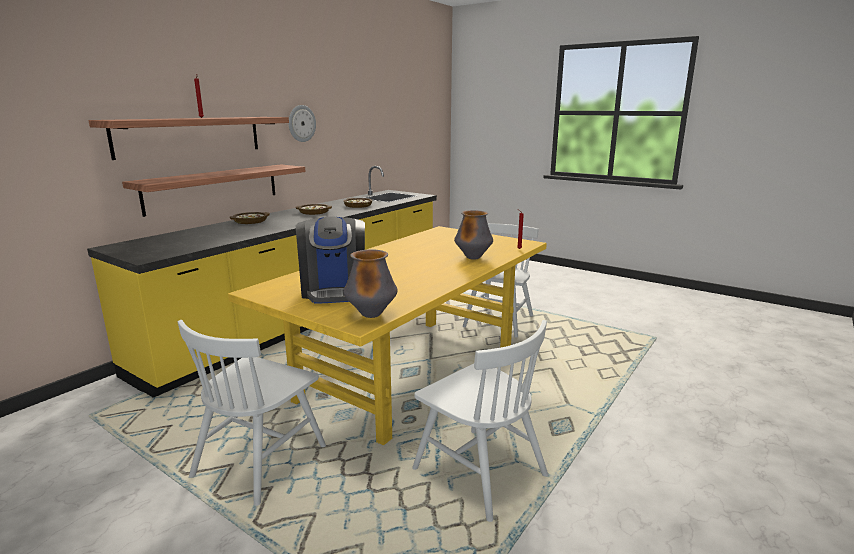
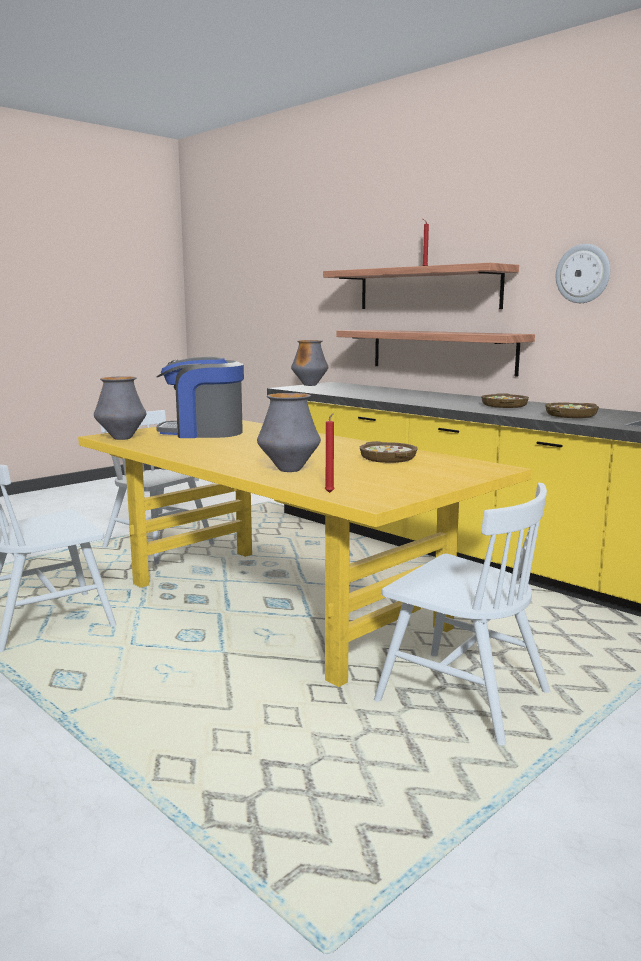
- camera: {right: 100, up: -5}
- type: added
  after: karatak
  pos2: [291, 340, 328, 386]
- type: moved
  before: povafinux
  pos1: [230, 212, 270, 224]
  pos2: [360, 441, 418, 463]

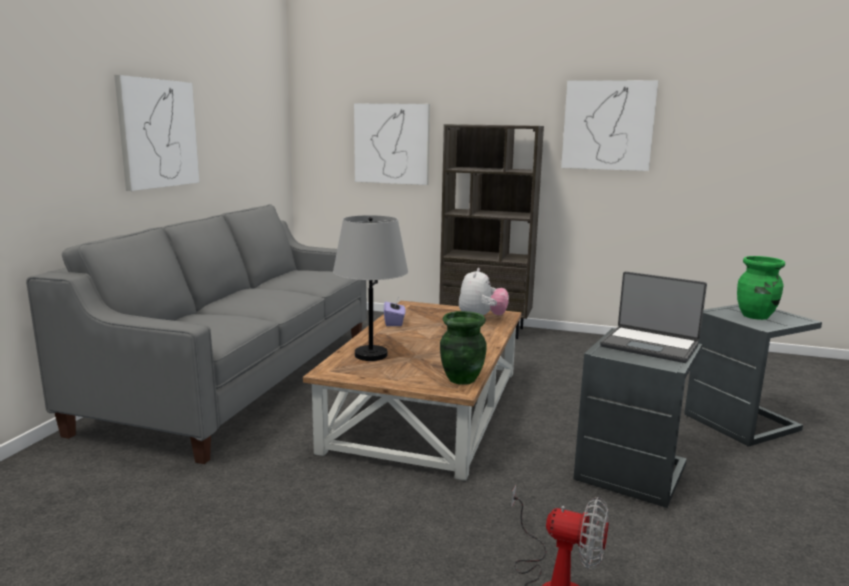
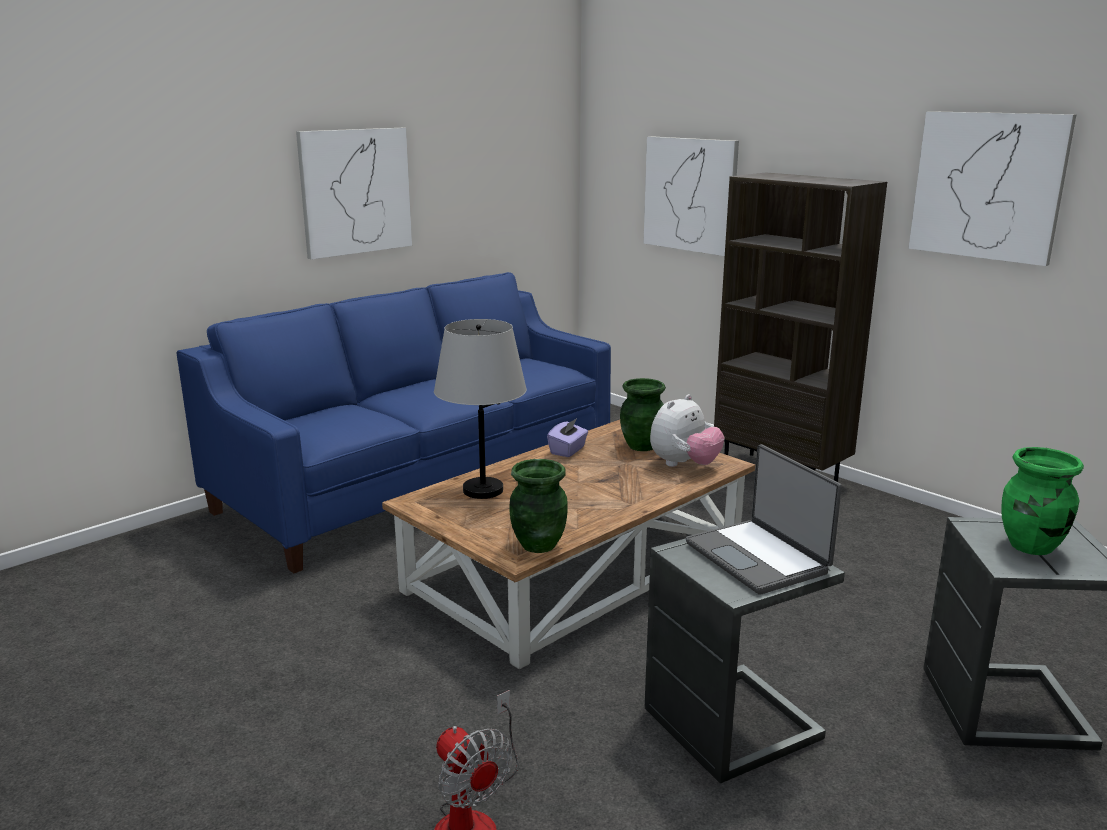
- camera: {right: 30, up: 5}
- type: added
  after: green_karatak
  pos2: [620, 378, 666, 451]
- type: recoloured
  before: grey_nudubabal
  after: blue_nudubabal
  pos1: [26, 204, 367, 464]
  pos2: [177, 272, 611, 573]

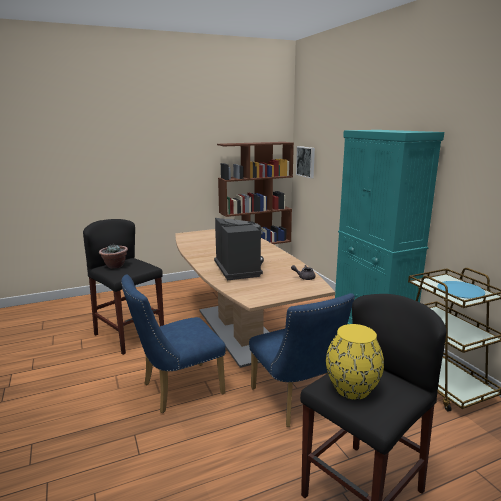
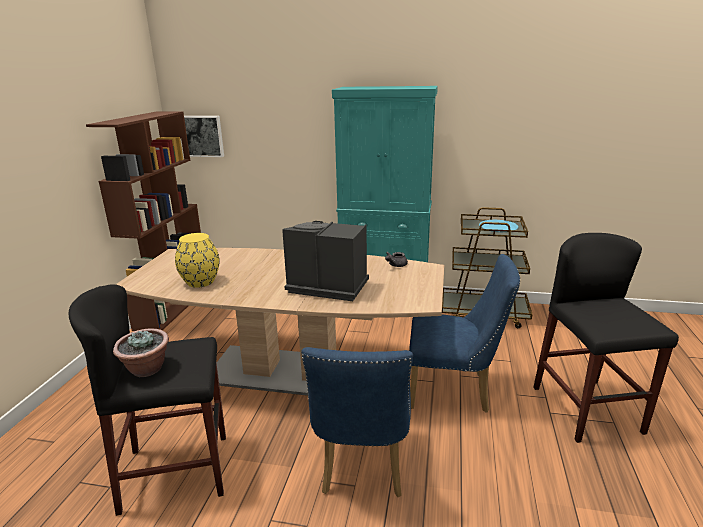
- camera: {right: -55, up: 5}
- type: moved
  before: yellow_karatak
  pos1: [326, 324, 384, 400]
  pos2: [175, 233, 220, 288]

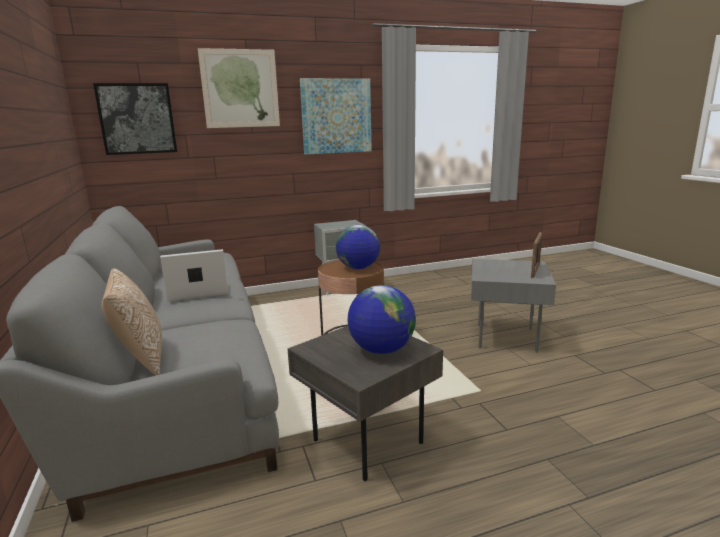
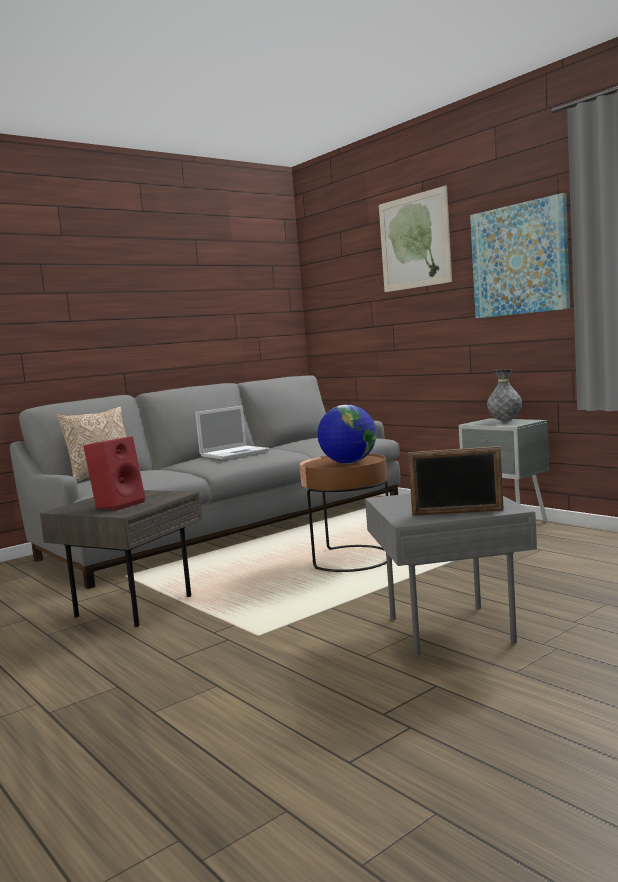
- camera: {right: 70, up: -10}
- type: removed
  before: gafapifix
  pos1: [93, 83, 177, 155]
- type: added
  after: grey_karatak
  pos2: [487, 369, 522, 421]
- type: replaced
  before: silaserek
  after: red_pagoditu
  pos1: [347, 285, 416, 354]
  pos2: [83, 436, 145, 511]
- type: turned
  before: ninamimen
  pos1: [160, 249, 228, 302]
  pos2: [195, 406, 270, 459]
  turn: 90

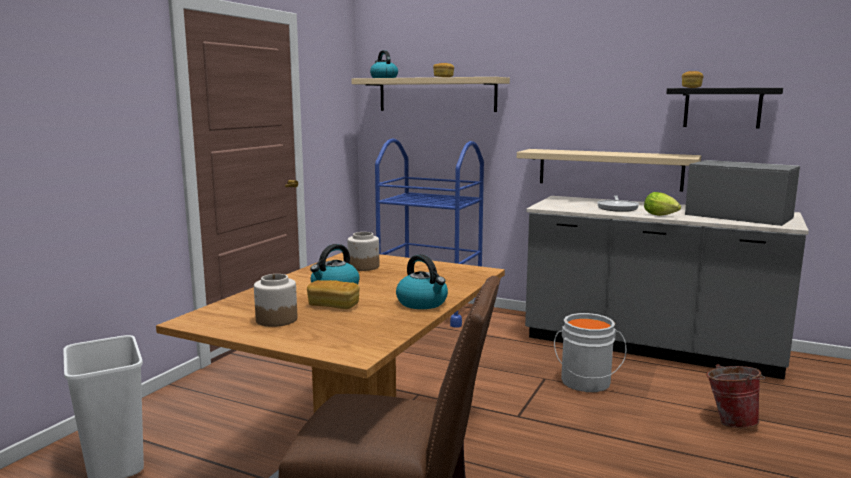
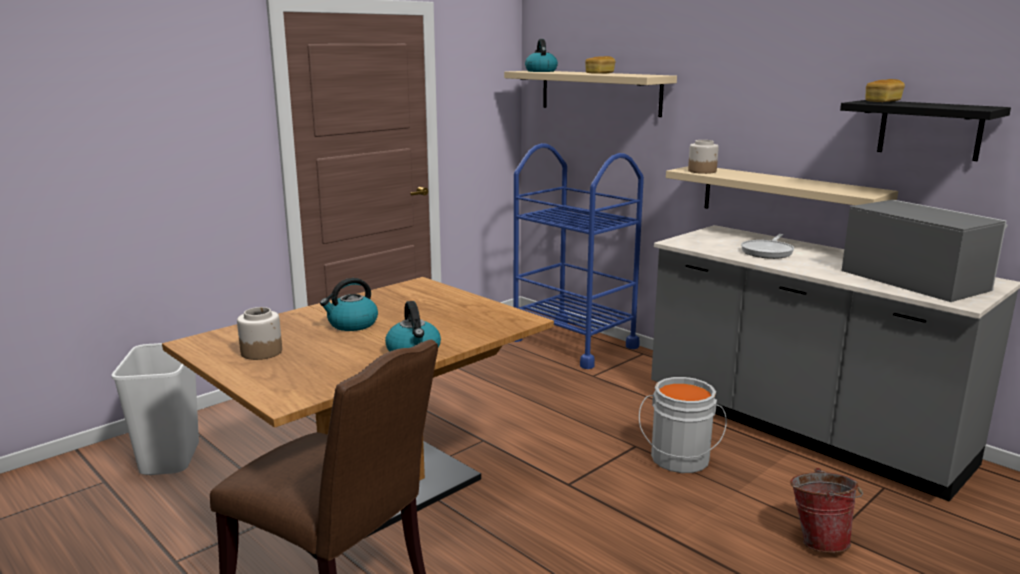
- camera: {right: 20, up: 5}
- type: removed
  before: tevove
  pos1: [307, 280, 360, 309]
- type: removed
  before: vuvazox
  pos1: [644, 192, 681, 216]
- type: moved
  before: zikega
  pos1: [347, 232, 379, 271]
  pos2: [688, 140, 719, 174]

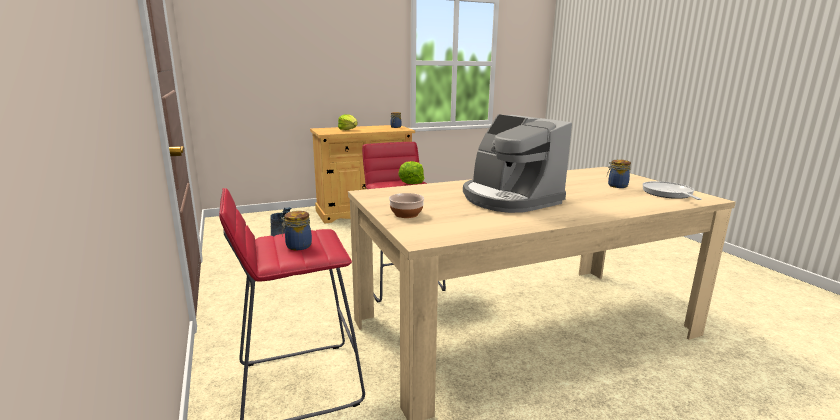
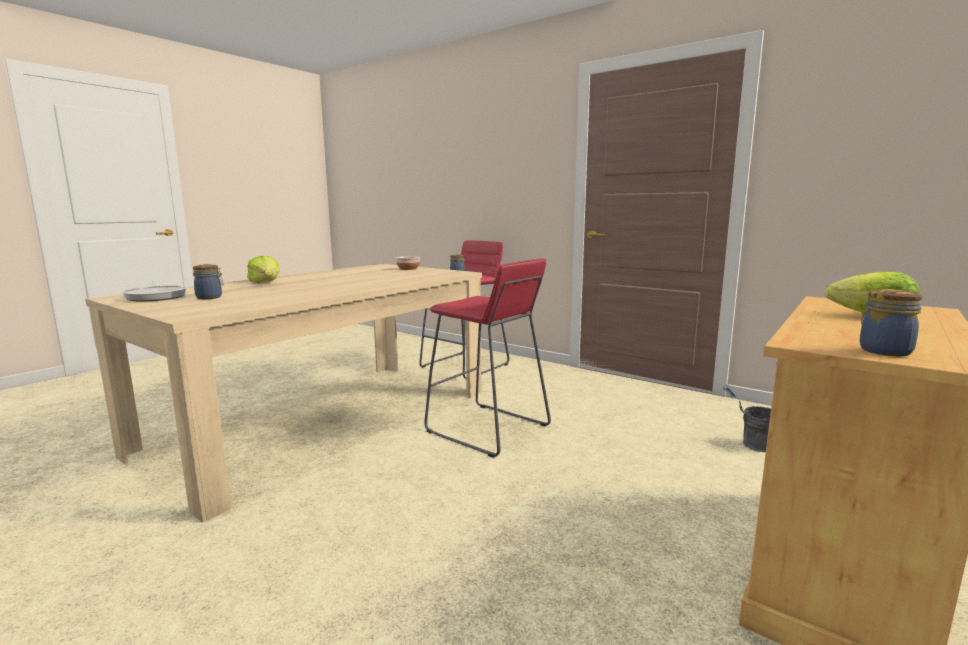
- camera: {right: 150, up: -5}
- type: removed
  before: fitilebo
  pos1: [463, 114, 572, 213]
- type: moved
  before: vuvazox
  pos1: [398, 161, 425, 184]
  pos2: [247, 256, 280, 283]

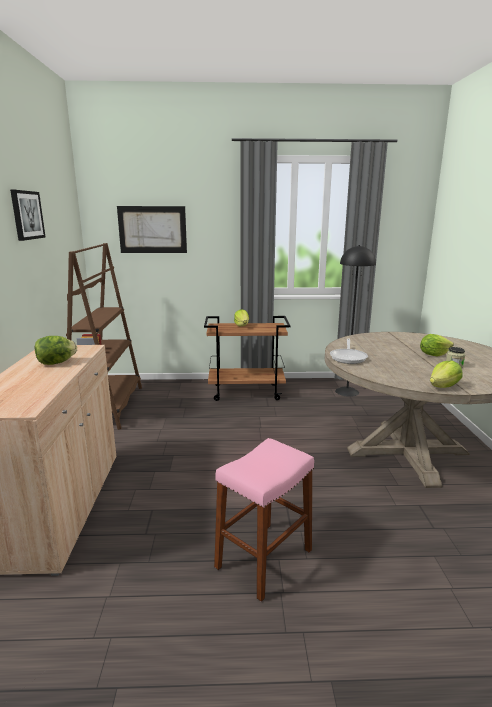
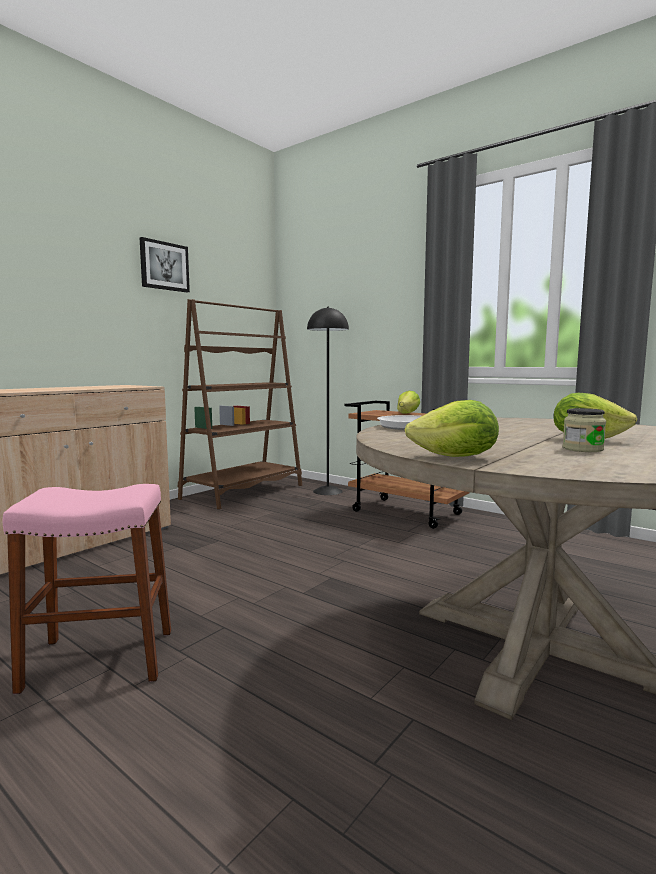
- camera: {right: 40, up: -10}
- type: removed
  before: vuvazox
  pos1: [35, 336, 77, 365]
- type: removed
  before: gafapifix
  pos1: [117, 206, 187, 253]
- type: moved
  before: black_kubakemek
  pos1: [335, 245, 376, 397]
  pos2: [307, 307, 349, 495]

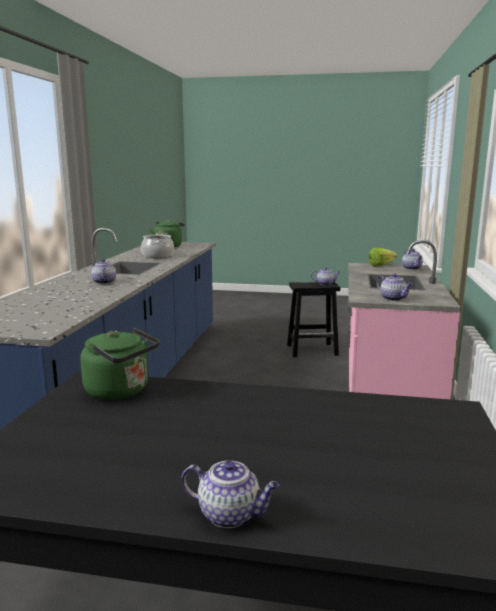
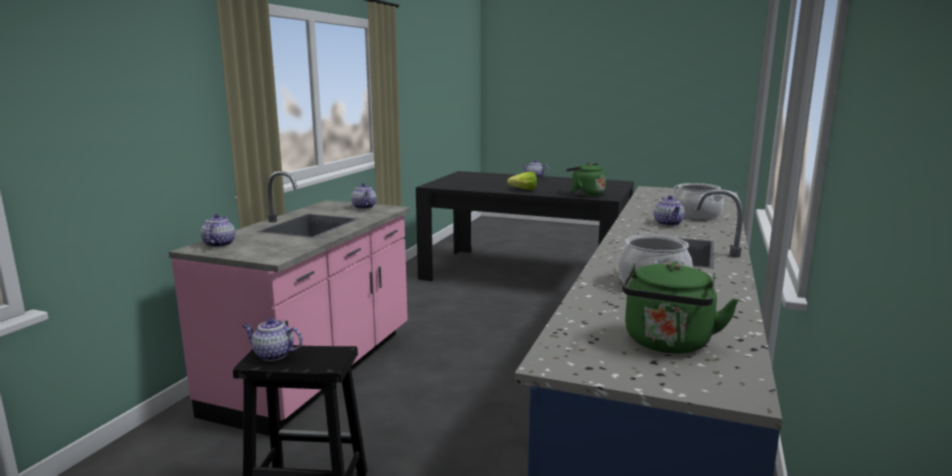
- camera: {right: -170, up: 0}
- type: added
  after: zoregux
  pos2: [673, 183, 725, 220]
- type: moved
  before: vuvazox
  pos1: [369, 248, 397, 266]
  pos2: [507, 171, 537, 190]

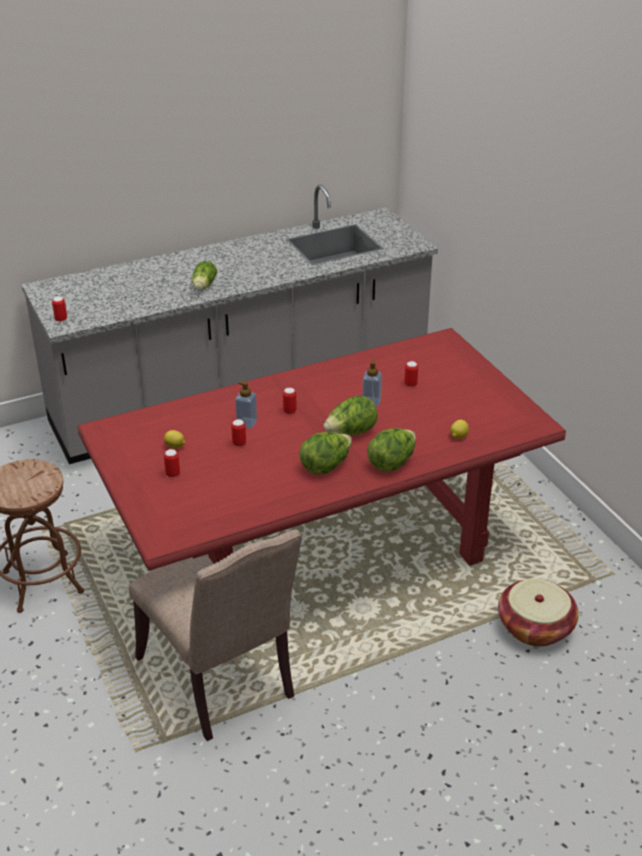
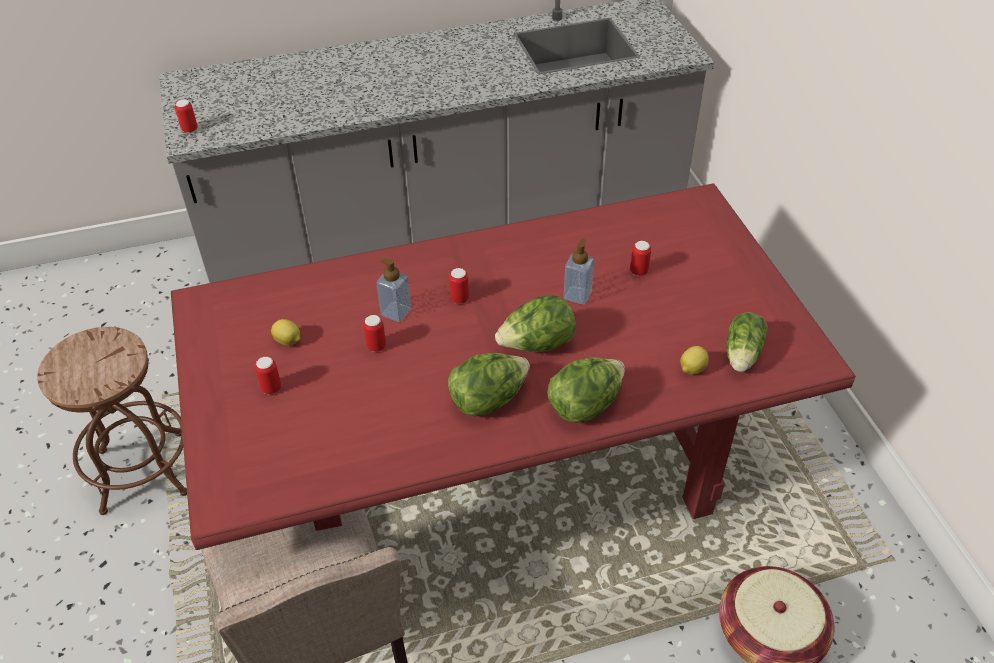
- camera: {right: 10, up: 10}
- type: moved
  before: vuvazox
  pos1: [192, 261, 217, 291]
  pos2: [727, 312, 768, 372]

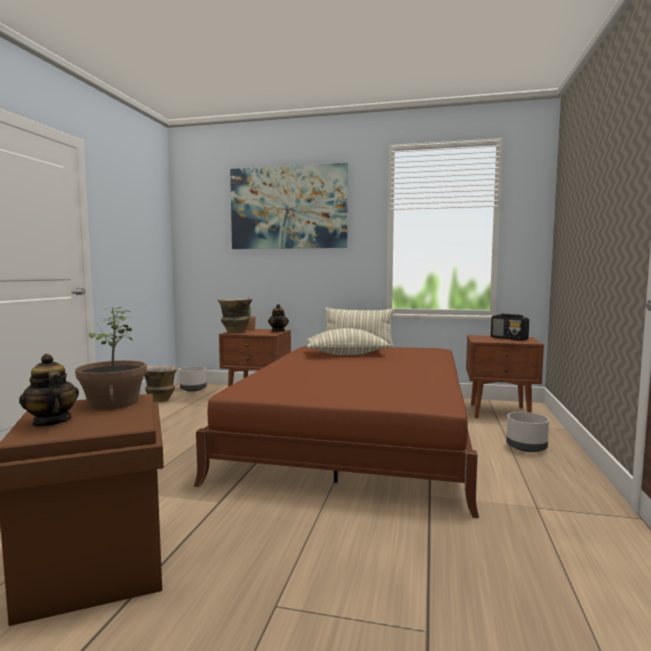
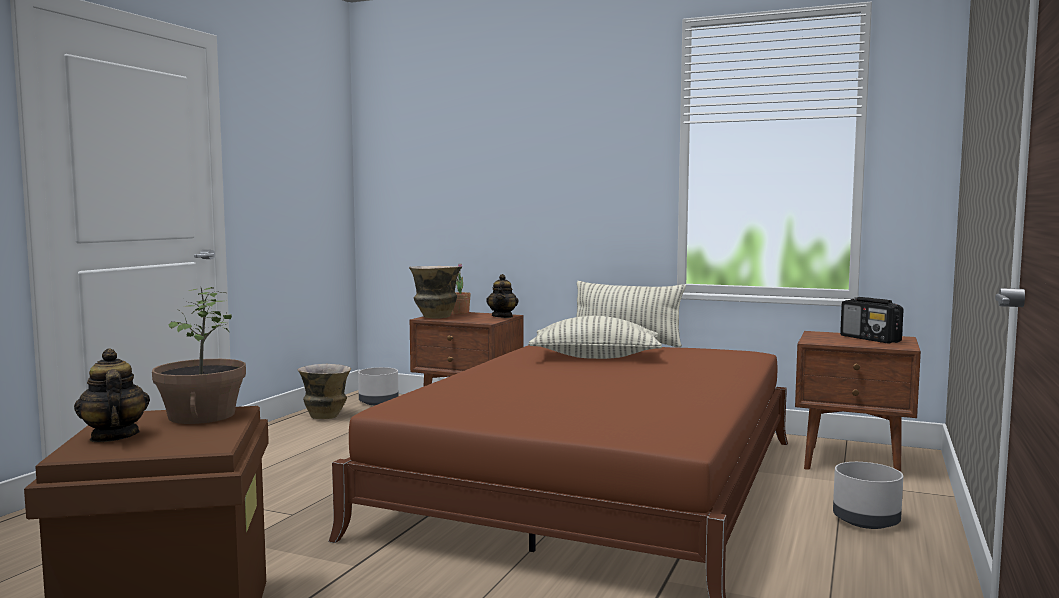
- camera: {right: 10, up: 0}
- type: removed
  before: gafapifix
  pos1: [230, 163, 348, 249]

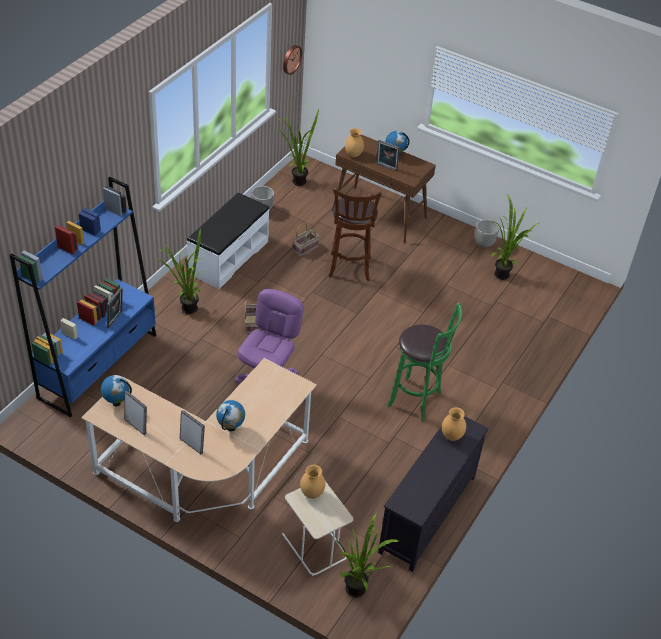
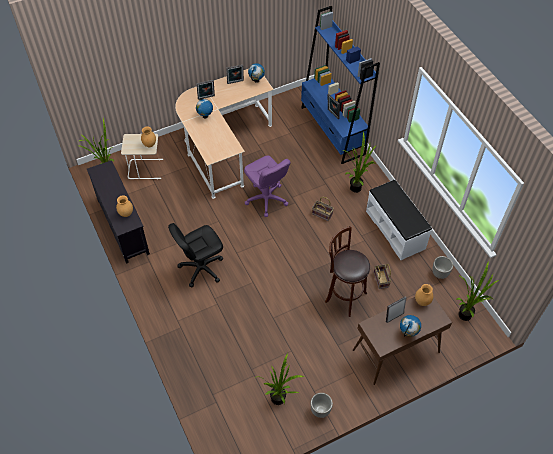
- camera: {right: 125, up: 10}
- type: removed
  before: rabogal
  pos1: [283, 45, 302, 75]
- type: replaced
  before: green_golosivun
  after: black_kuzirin
  pos1: [387, 303, 462, 422]
  pos2: [168, 223, 223, 288]

